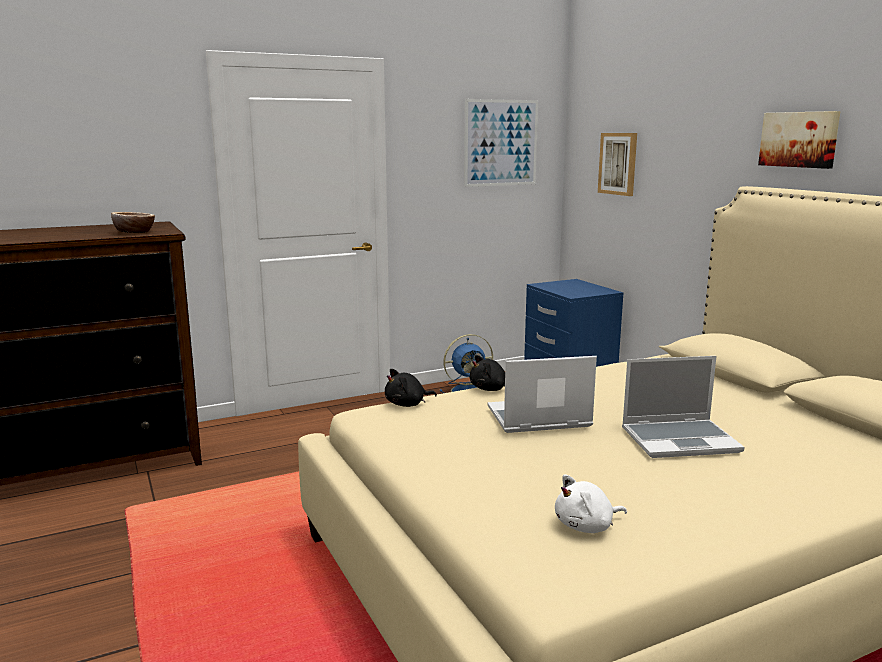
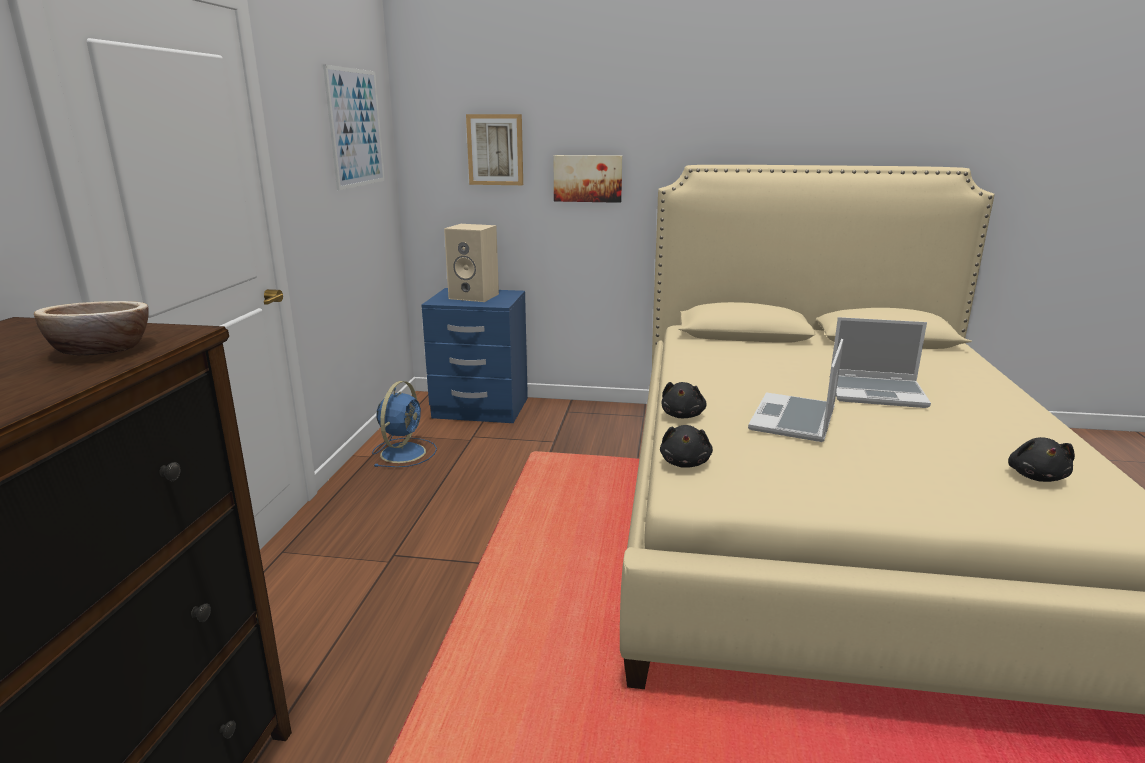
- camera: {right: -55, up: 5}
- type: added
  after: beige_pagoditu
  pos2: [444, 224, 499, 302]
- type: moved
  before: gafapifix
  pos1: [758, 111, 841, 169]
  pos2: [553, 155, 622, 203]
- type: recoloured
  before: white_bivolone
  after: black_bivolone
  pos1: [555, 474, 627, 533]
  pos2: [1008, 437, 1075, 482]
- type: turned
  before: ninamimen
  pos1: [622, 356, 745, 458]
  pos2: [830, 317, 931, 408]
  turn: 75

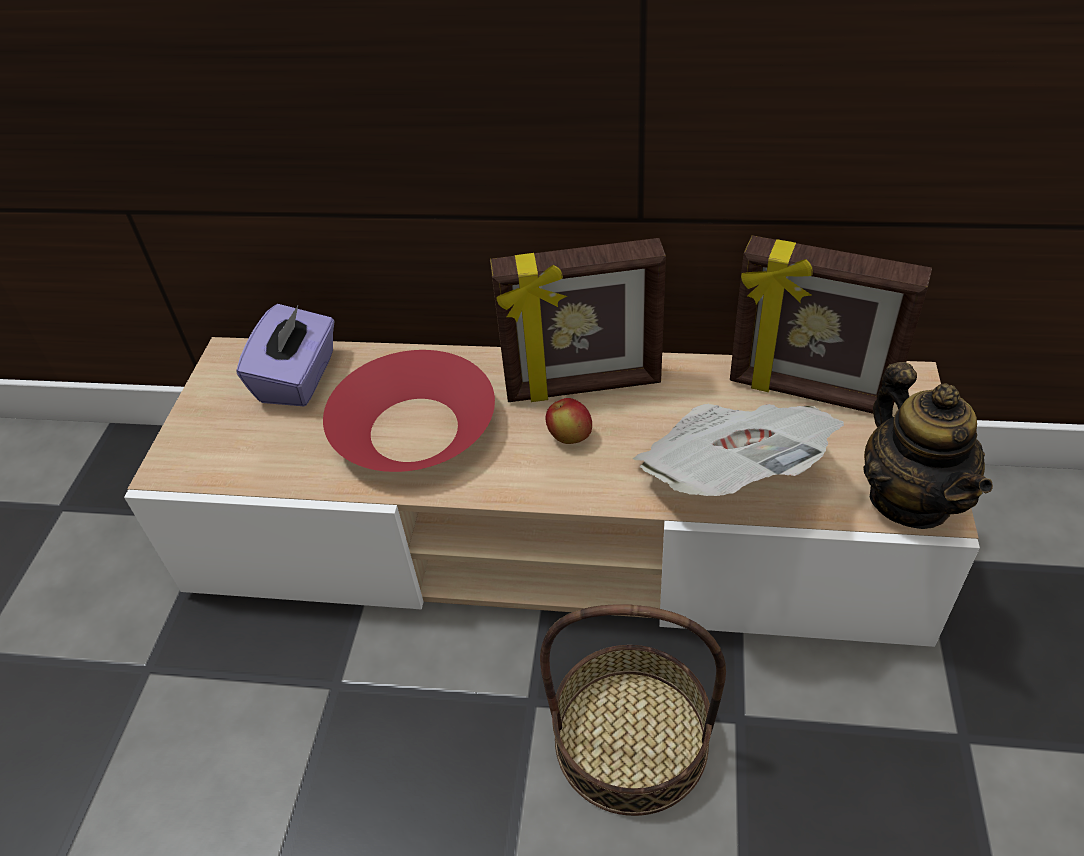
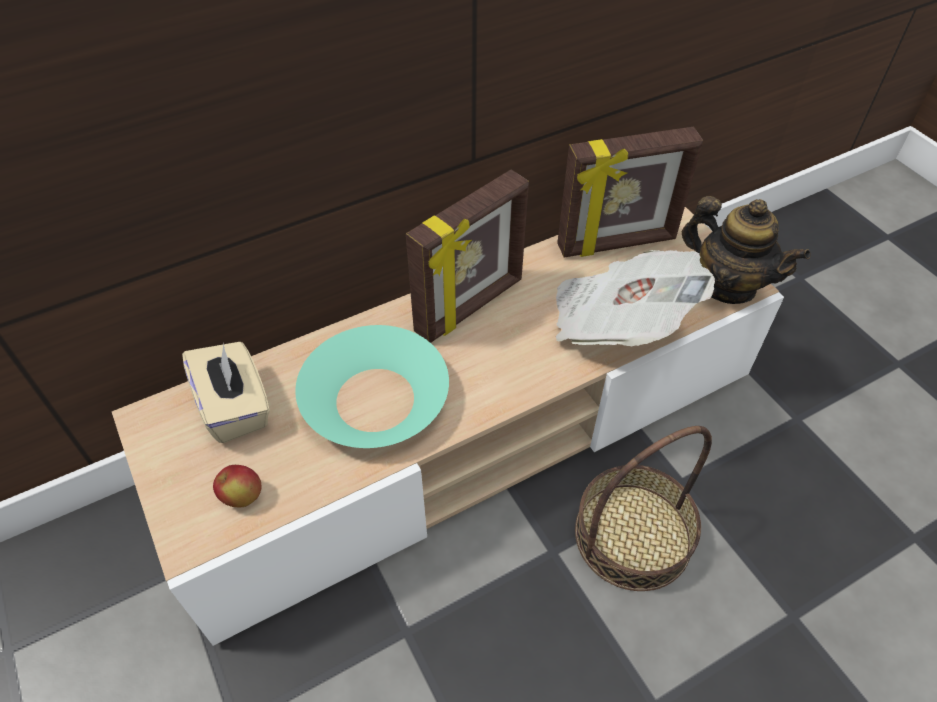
- camera: {right: -40, up: 5}
- type: moved
  before: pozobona
  pos1: [546, 398, 592, 444]
  pos2: [213, 465, 262, 507]
- type: recoloured
  before: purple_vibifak
  after: beige_vibifak
  pos1: [237, 304, 335, 406]
  pos2: [182, 342, 270, 443]
- type: recoloured
  before: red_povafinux
  after: turquoise_povafinux
  pos1: [323, 350, 495, 472]
  pos2: [295, 325, 449, 448]

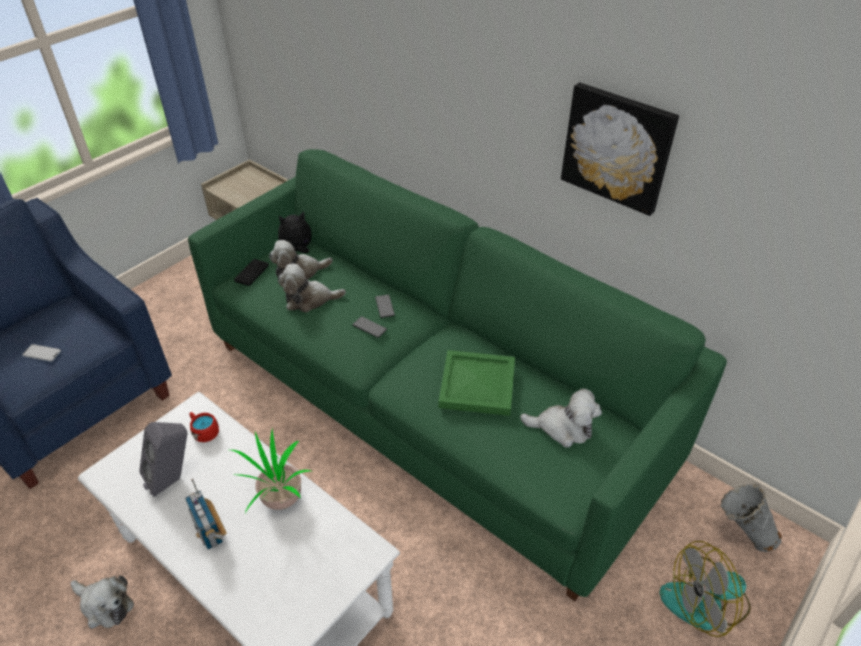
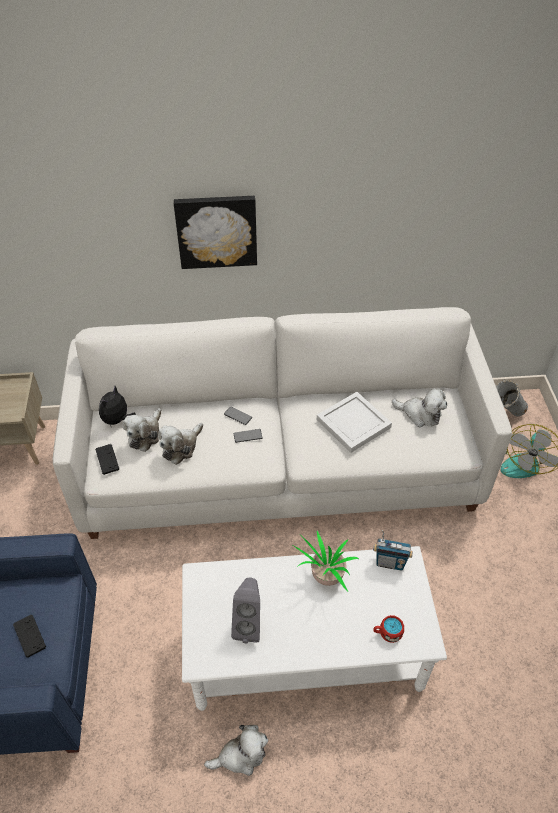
- camera: {right: -45, up: 5}
- type: moved
  before: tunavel
  pos1: [185, 478, 227, 549]
  pos2: [373, 530, 413, 571]
- type: moved
  before: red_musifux
  pos1: [189, 412, 219, 442]
  pos2: [373, 615, 404, 643]
- type: moved
  before: gafapifix
  pos1: [561, 82, 679, 216]
  pos2: [174, 196, 257, 269]
- type: replaced
  before: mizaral
  after: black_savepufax
  pos1: [22, 344, 61, 362]
  pos2: [13, 615, 46, 658]
- type: recoloured
  before: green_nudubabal
  after: white_nudubabal
  pos1: [188, 149, 727, 601]
  pos2: [53, 307, 512, 539]
- type: recoloured
  before: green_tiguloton
  after: white_tiguloton
  pos1: [438, 350, 515, 416]
  pos2: [317, 392, 392, 453]
- type: turned
  before: bivolone
  pos1: [520, 388, 602, 448]
  pos2: [392, 388, 447, 427]
  turn: 60

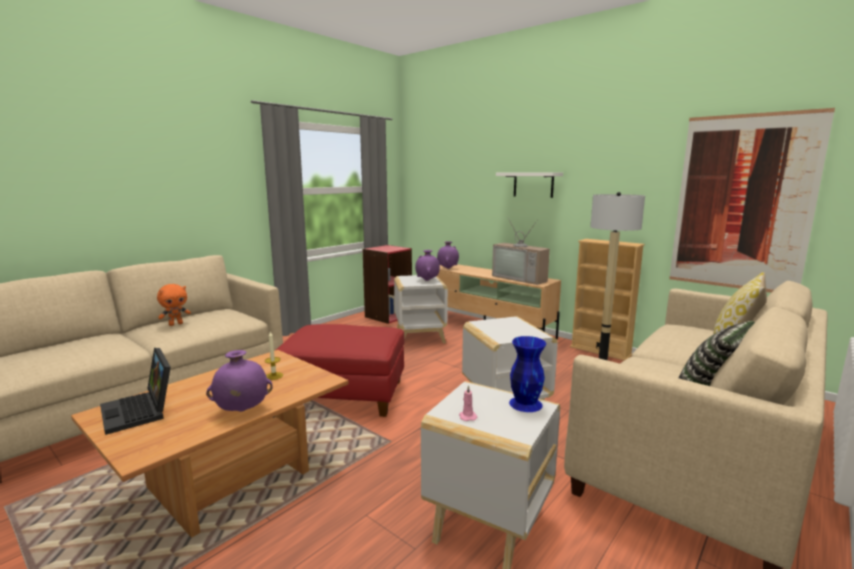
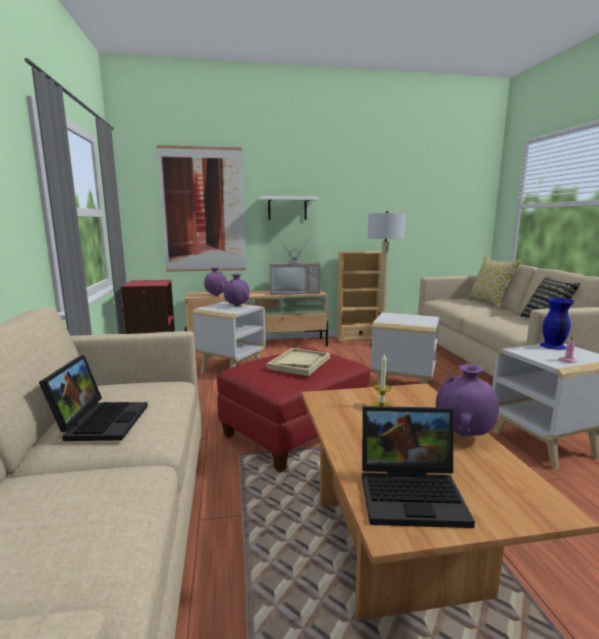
- camera: {right: -50, up: 0}
- type: added
  after: beige_tiguloton
  pos2: [267, 348, 330, 376]
- type: moved
  before: gafapifix
  pos1: [669, 108, 835, 293]
  pos2: [157, 145, 246, 272]
- type: replaced
  before: orange_bivolone
  after: ninamimen
  pos1: [157, 284, 191, 326]
  pos2: [39, 355, 148, 441]

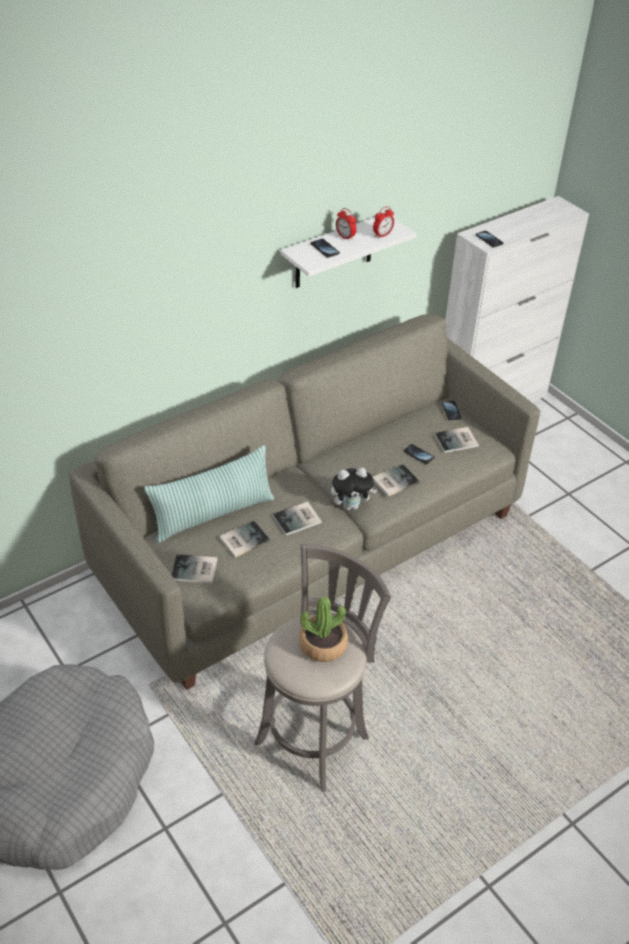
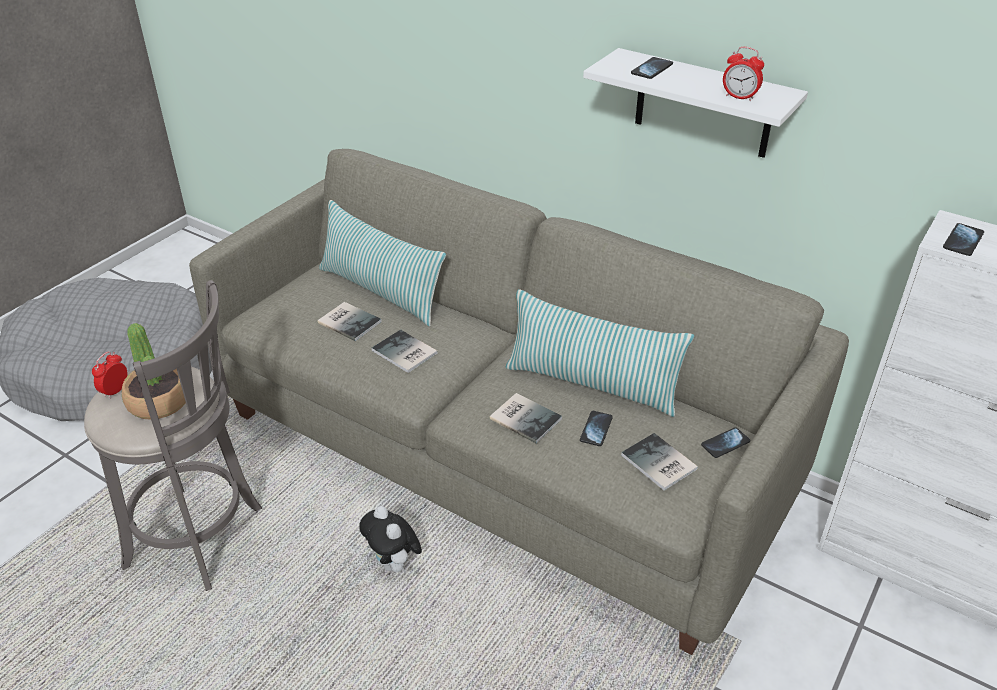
- camera: {right: 70, up: -5}
- type: removed
  before: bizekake
  pos1: [172, 554, 218, 584]
- type: added
  after: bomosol
  pos2: [506, 289, 694, 417]
- type: moved
  before: bivolone
  pos1: [331, 468, 377, 510]
  pos2: [360, 506, 422, 573]
- type: moved
  before: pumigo
  pos1: [336, 208, 356, 241]
  pos2: [92, 351, 128, 399]

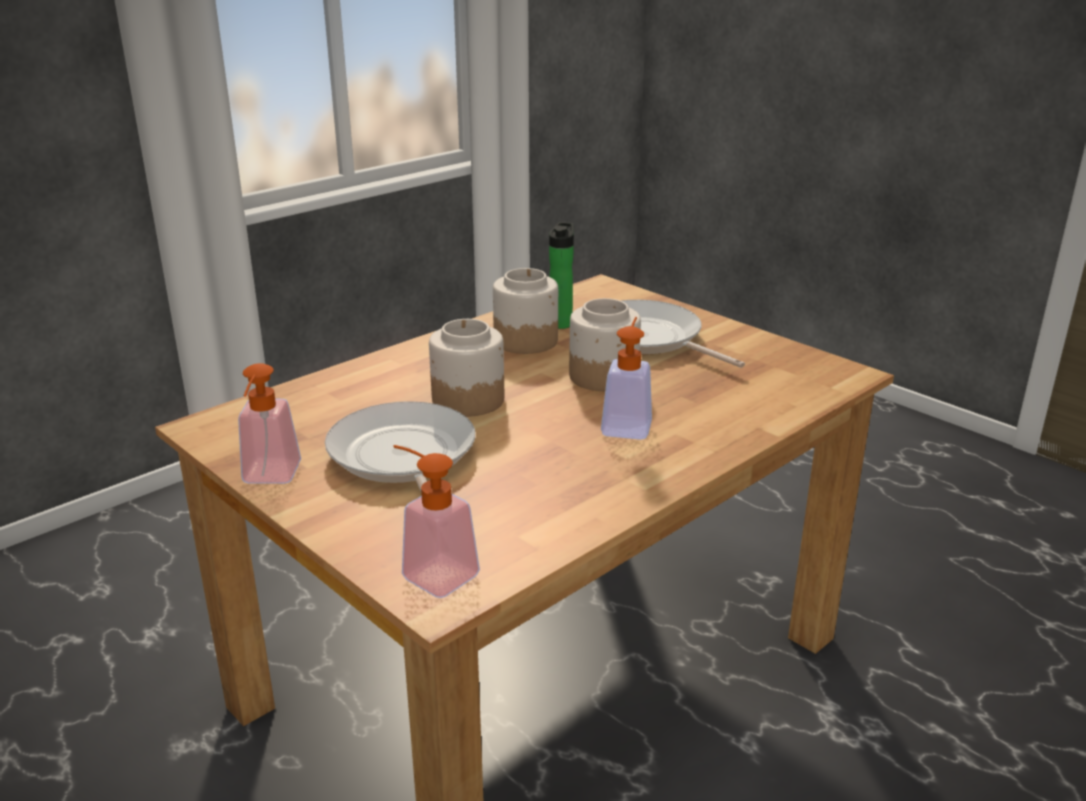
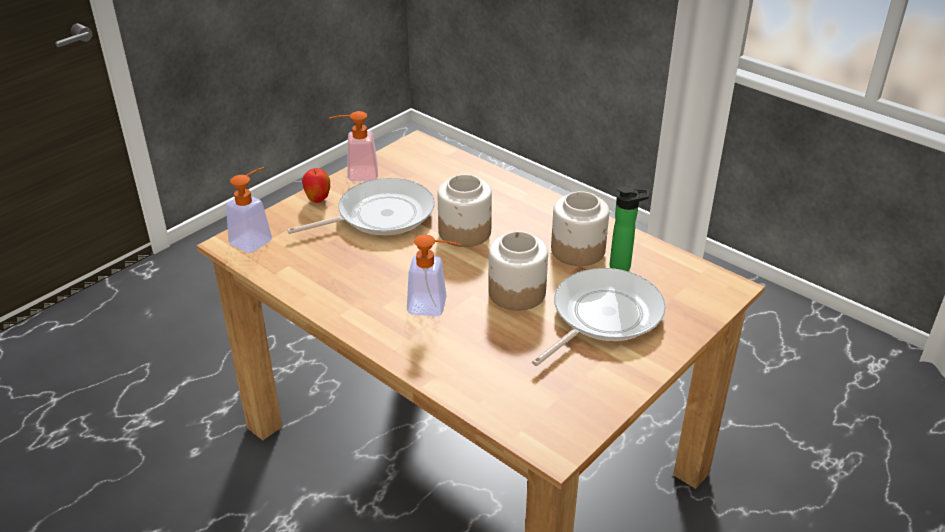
- camera: {right: 85, up: 10}
- type: added
  after: pozobona
  pos2: [302, 168, 330, 203]

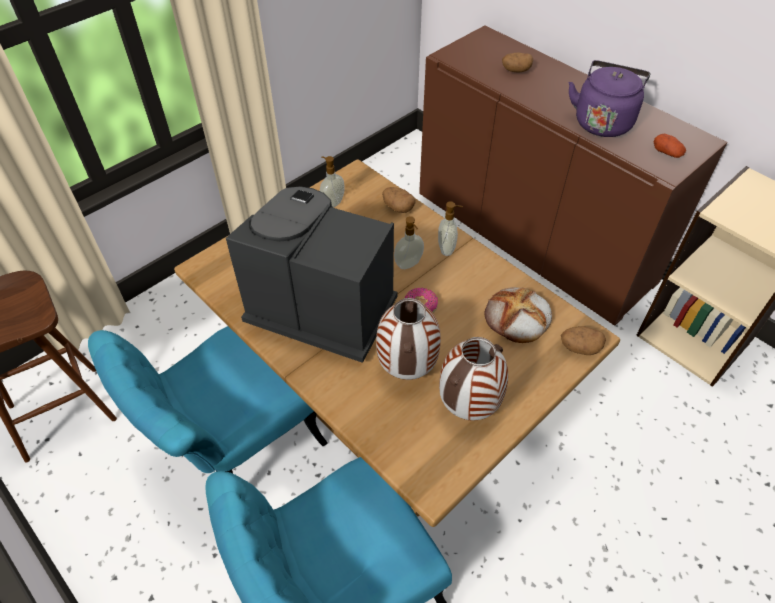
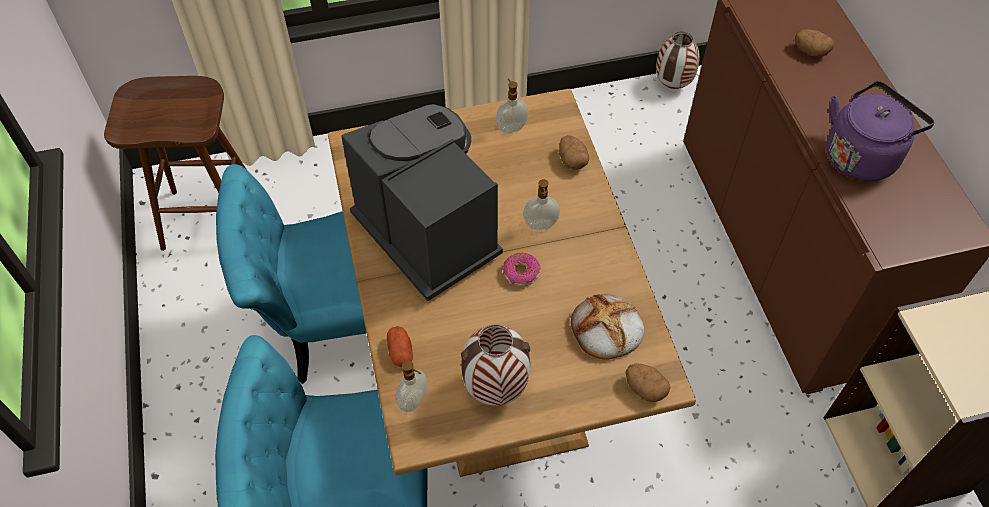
- camera: {right: 30, up: 5}
- type: moved
  before: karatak
  pos1: [376, 298, 441, 380]
  pos2: [656, 32, 700, 89]
- type: moved
  before: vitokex
  pos1: [438, 201, 463, 256]
  pos2: [396, 360, 427, 412]
- type: moved
  before: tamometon
  pos1: [654, 134, 686, 158]
  pos2: [387, 326, 413, 367]

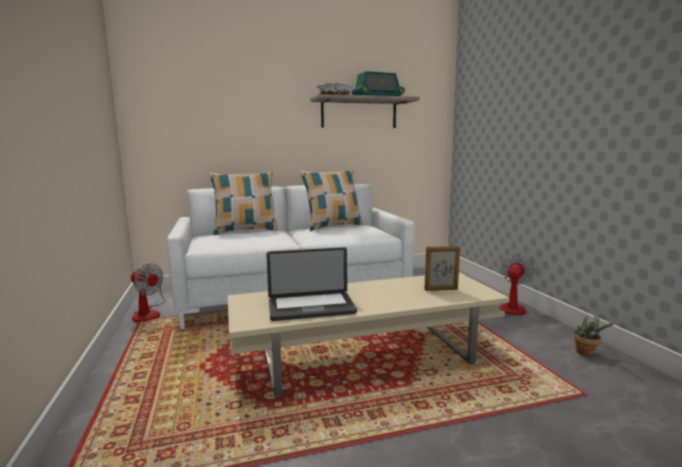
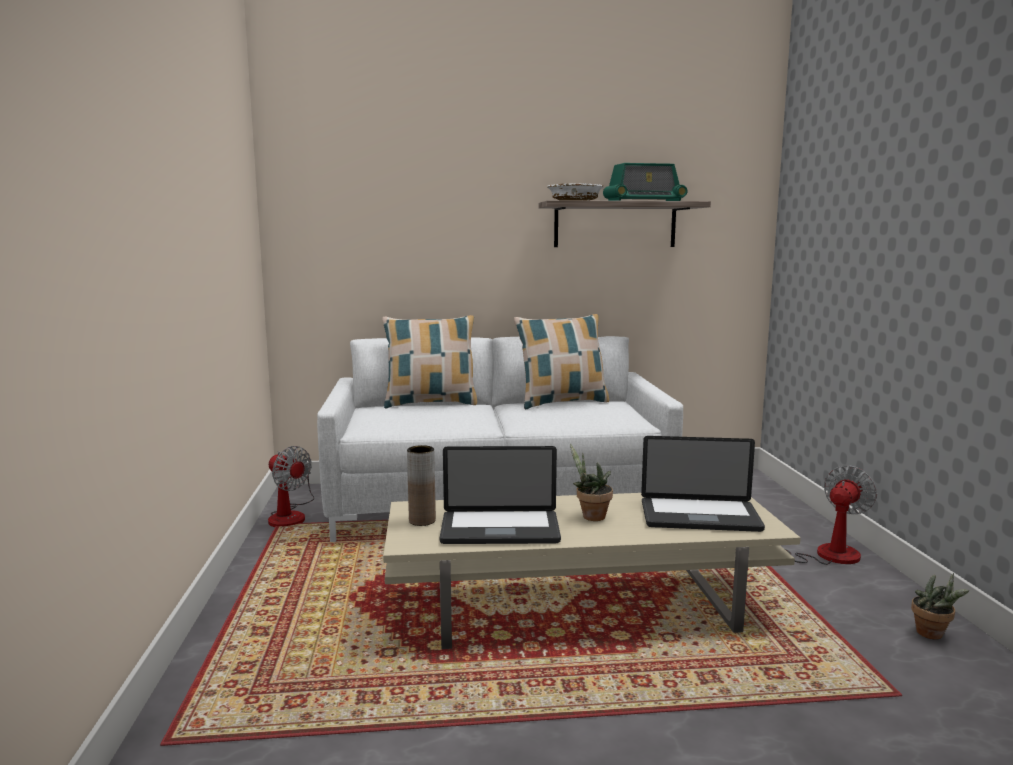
- camera: {right: 10, up: 0}
- type: added
  after: brown_karatak
  pos2: [407, 445, 436, 526]
- type: added
  after: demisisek
  pos2: [570, 444, 613, 521]
- type: replaced
  before: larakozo
  after: ninamimen
  pos1: [424, 246, 460, 291]
  pos2: [641, 436, 765, 532]

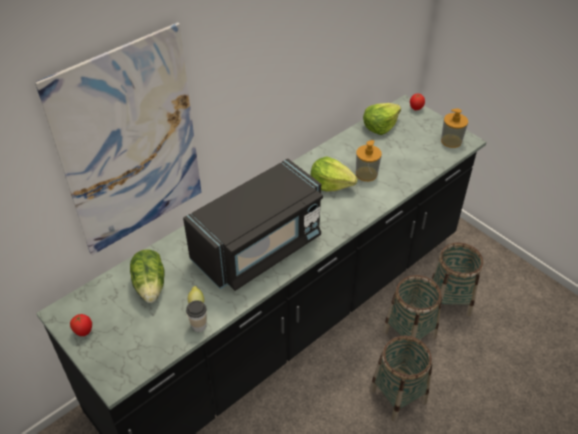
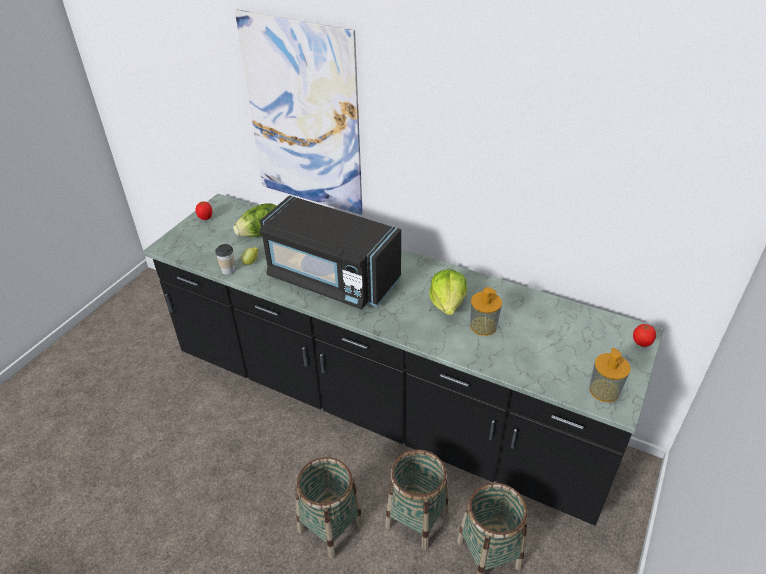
- camera: {right: 70, up: -5}
- type: removed
  before: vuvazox
  pos1: [363, 103, 401, 135]

